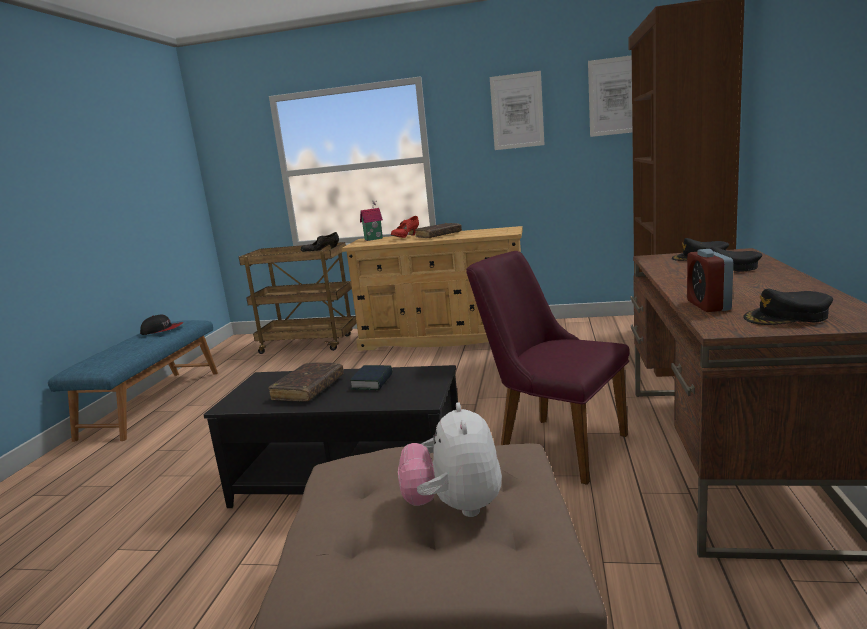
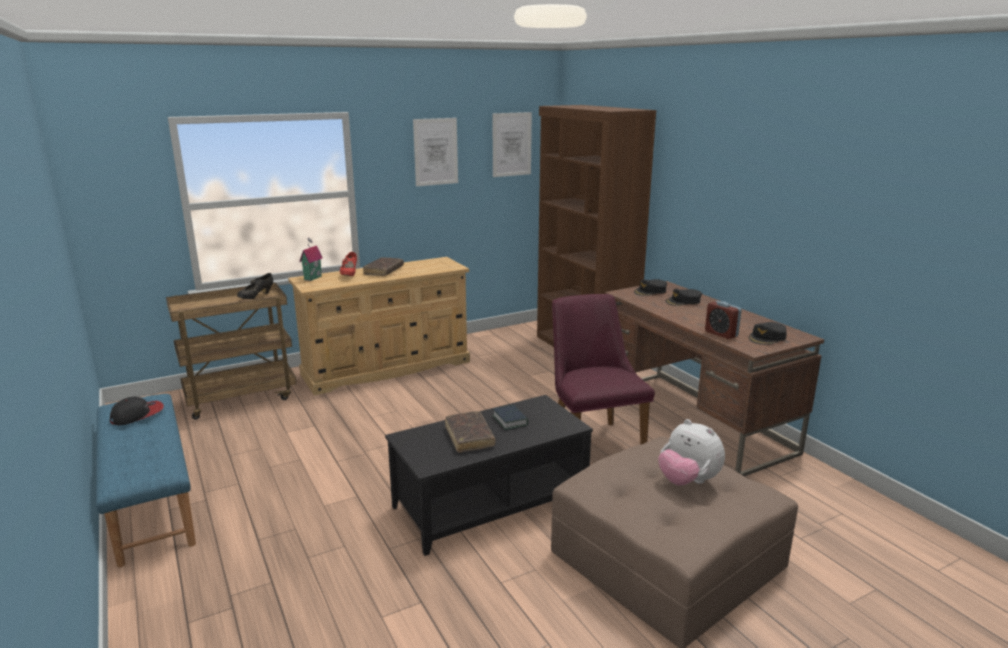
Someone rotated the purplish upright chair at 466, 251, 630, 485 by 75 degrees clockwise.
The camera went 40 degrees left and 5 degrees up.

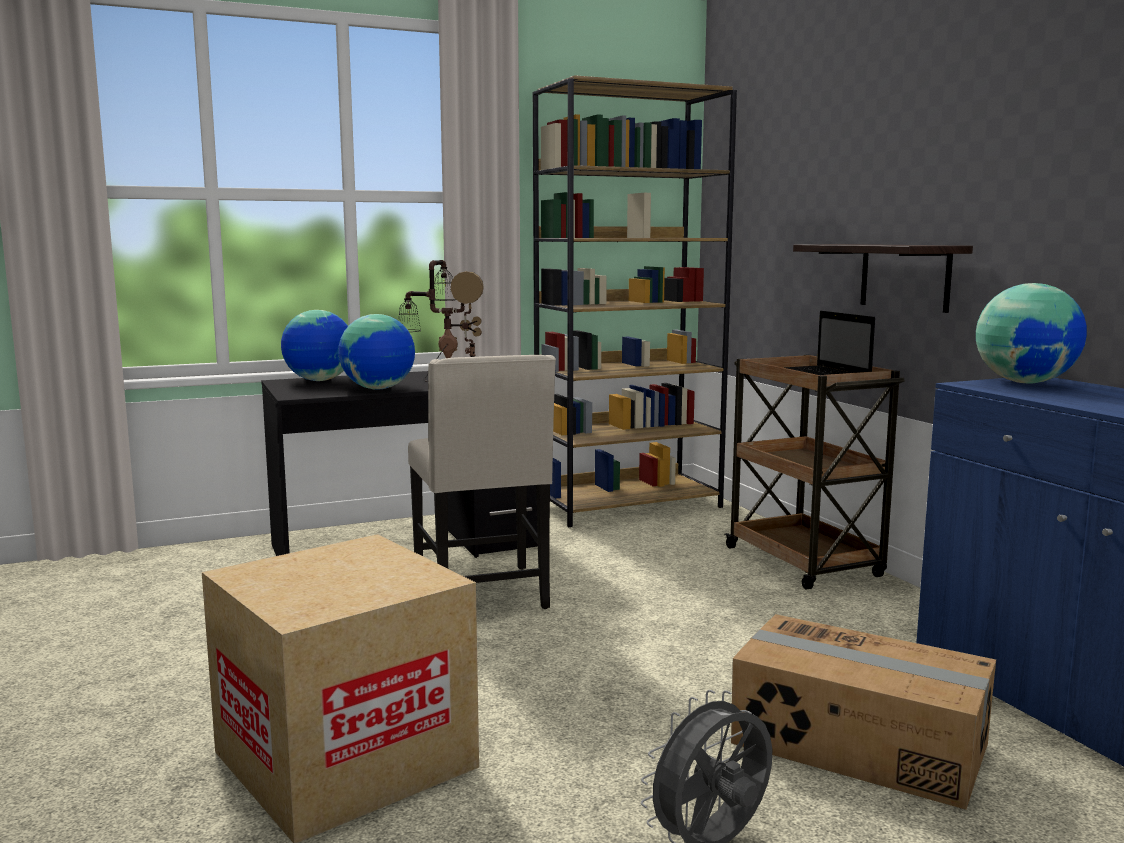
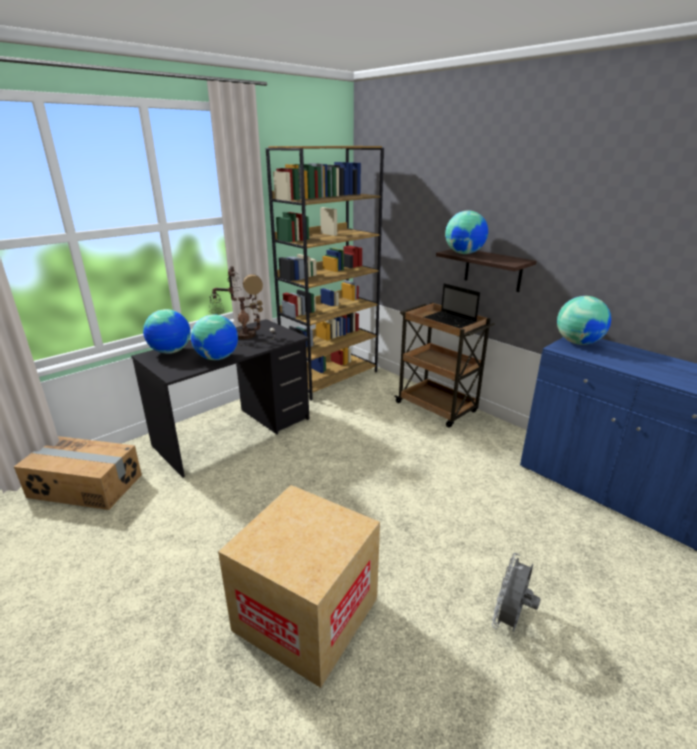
Someone took away the beige-coloured upright chair at 408, 355, 556, 609.
Someone carried the cardboard box from 731, 614, 996, 810 to 14, 436, 142, 510.
Someone put down the desk globe at 445, 211, 488, 254.
The camera went 20 degrees left and 15 degrees up.

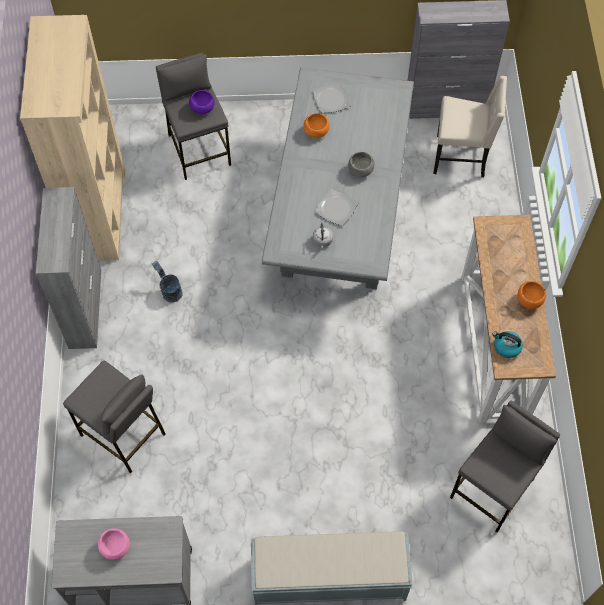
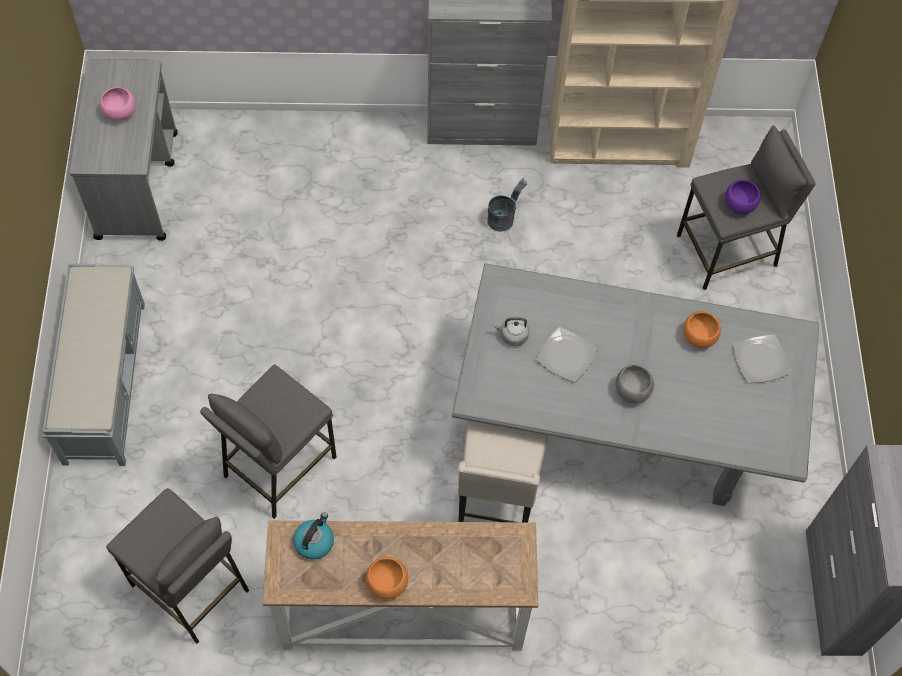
Someone carried the greyish sitting stool from 63, 361, 165, 473 to 200, 365, 336, 519.
Someone carried the beige-coloured upright chair from 433, 76, 507, 177 to 458, 420, 548, 522.
The camera went 90 degrees right and 0 degrees up.

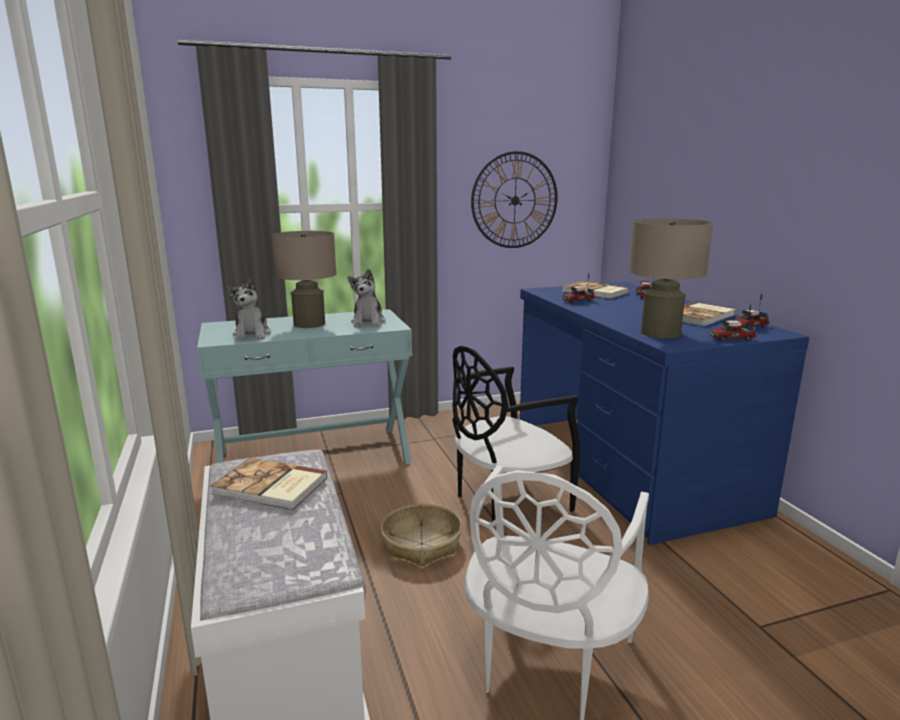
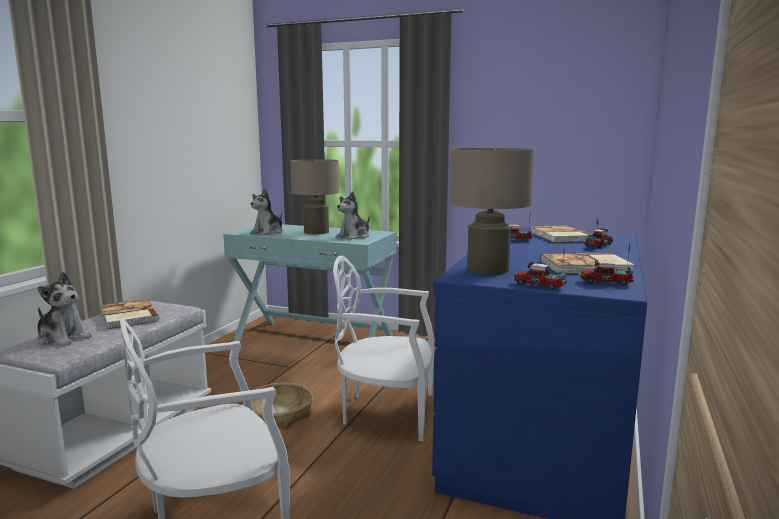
Someone repainted the black-coloured upright chair at 452, 346, 581, 522, which became the white upright chair at 333, 256, 435, 441.
Someone took away the hanging clock at 471, 151, 557, 248.
Someone put down the soft toy at 37, 272, 92, 346.
The camera went 40 degrees right and 5 degrees down.

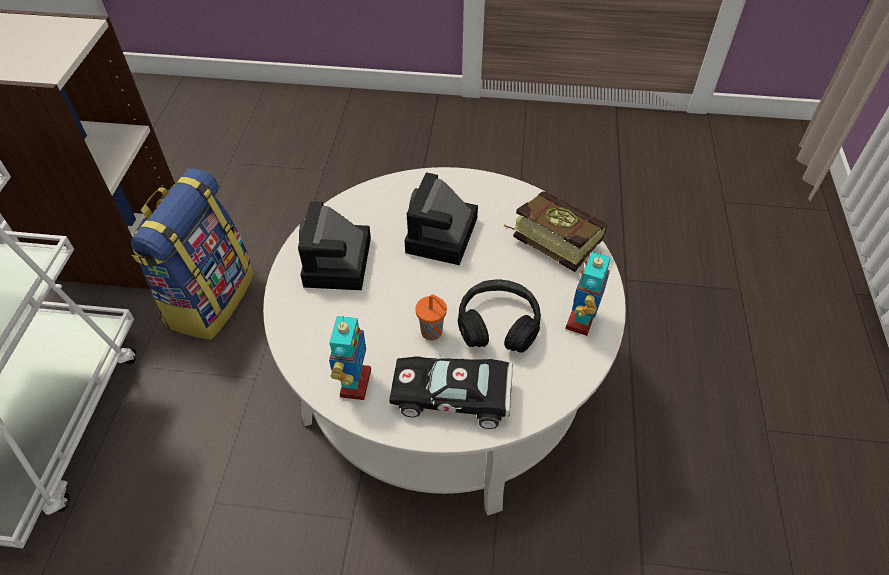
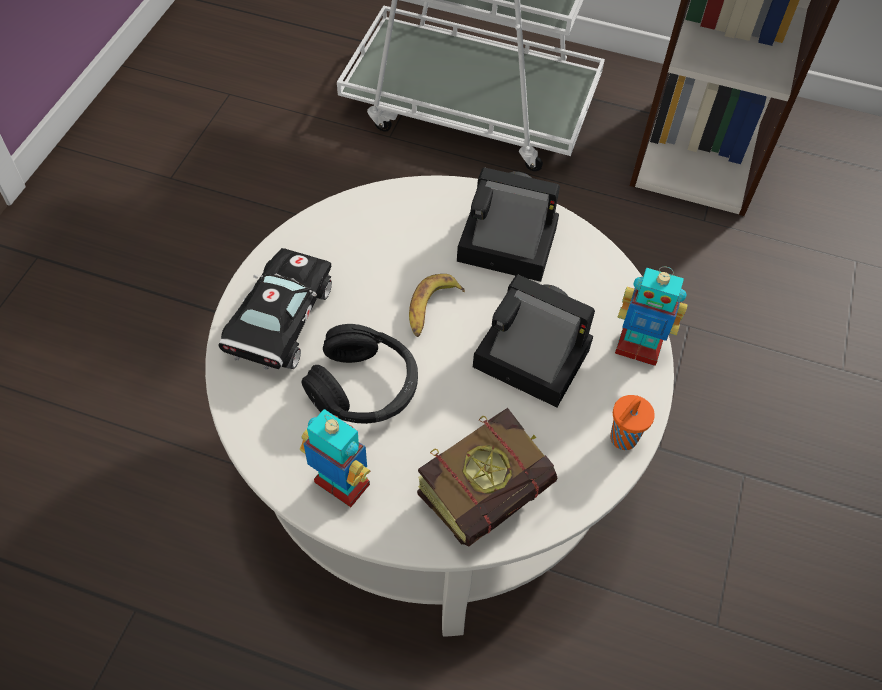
Someone took away the backpack at 131, 168, 254, 340.
Someone carried the model robot from 329, 316, 371, 400 to 615, 267, 688, 366.
Someone carried the orangey small cup from 415, 294, 447, 340 to 610, 395, 655, 450.
Someone put down the banana at 409, 274, 465, 337.
The camera went 100 degrees right and 5 degrees up.

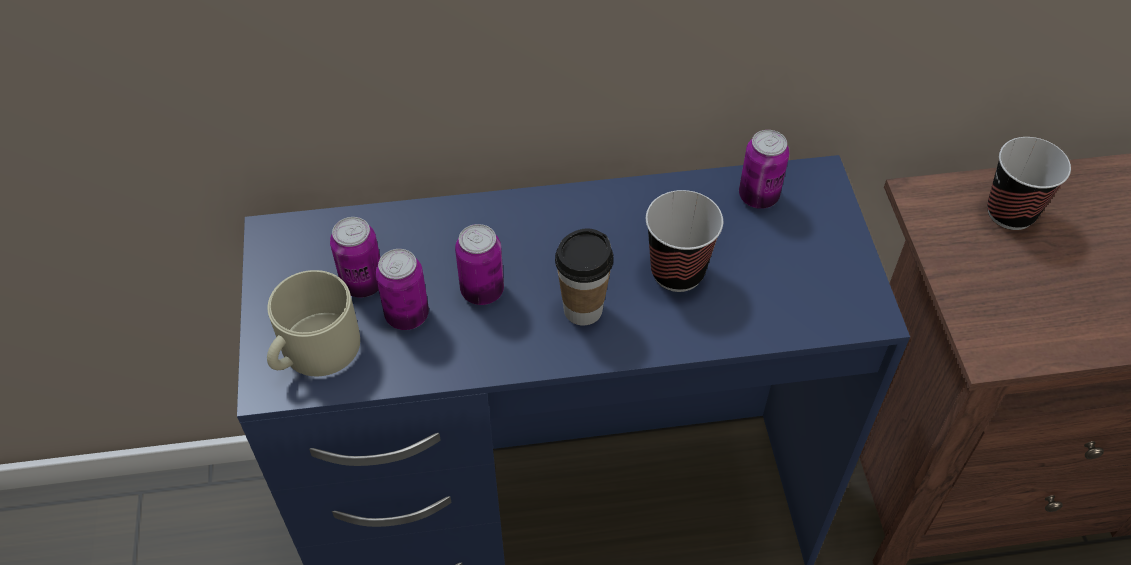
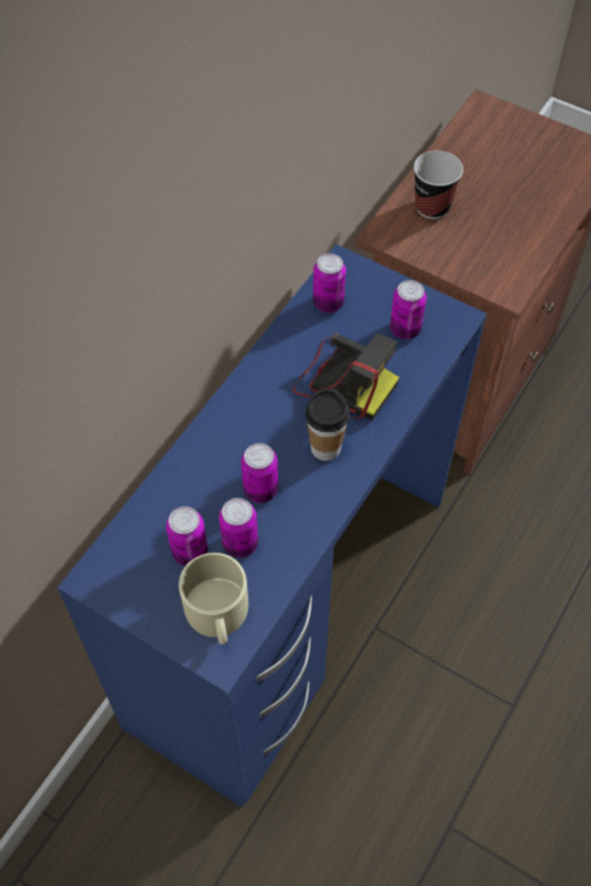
Someone swapped the small cup at 646, 190, 723, 292 for the still camera at 292, 332, 399, 421.
Someone put down the can at 390, 280, 426, 339.
The camera went 50 degrees left and 5 degrees up.

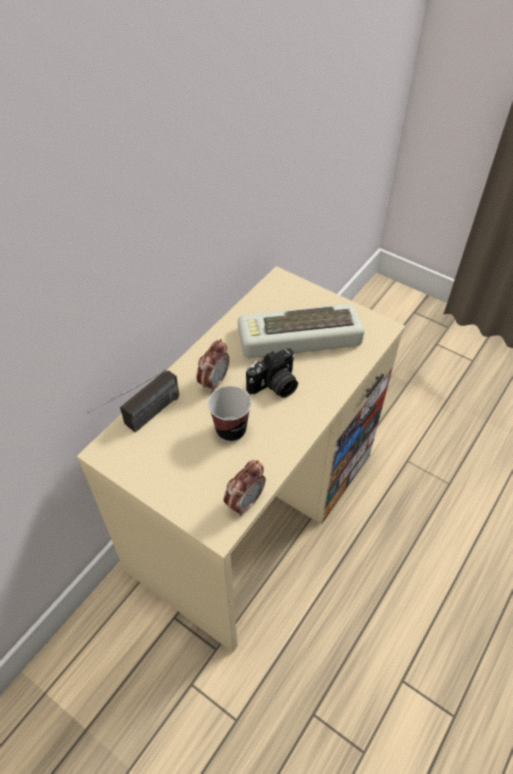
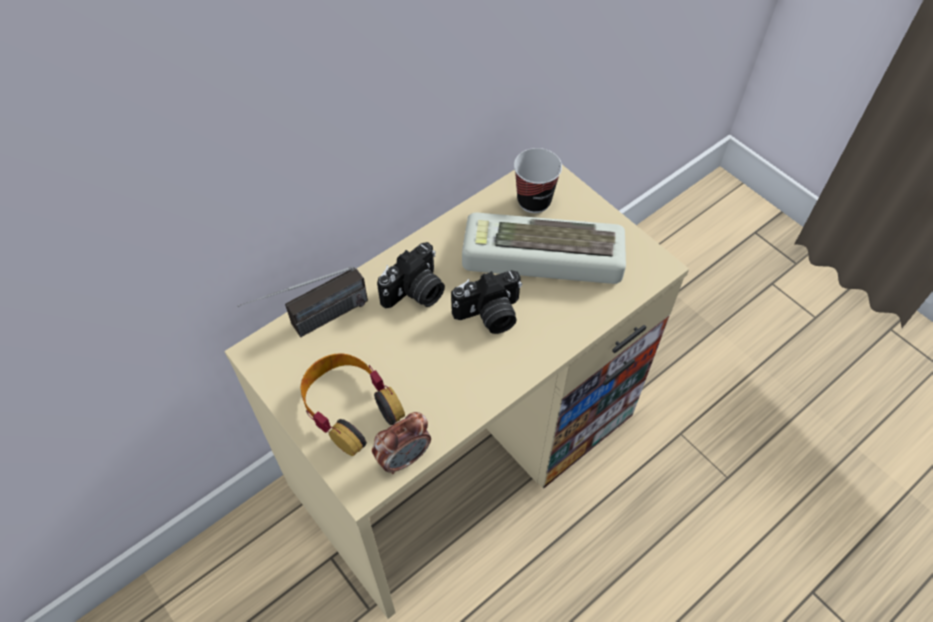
Someone swapped the alarm clock at 196, 339, 229, 393 for the still camera at 377, 242, 445, 309.
Someone carried the small cup from 208, 386, 251, 442 to 514, 148, 562, 213.
Someone put down the pair of headphones at 301, 353, 405, 456.
The camera went 15 degrees right and 5 degrees up.

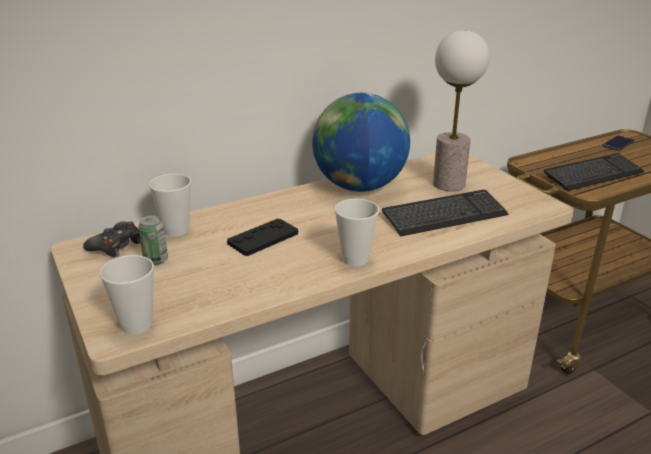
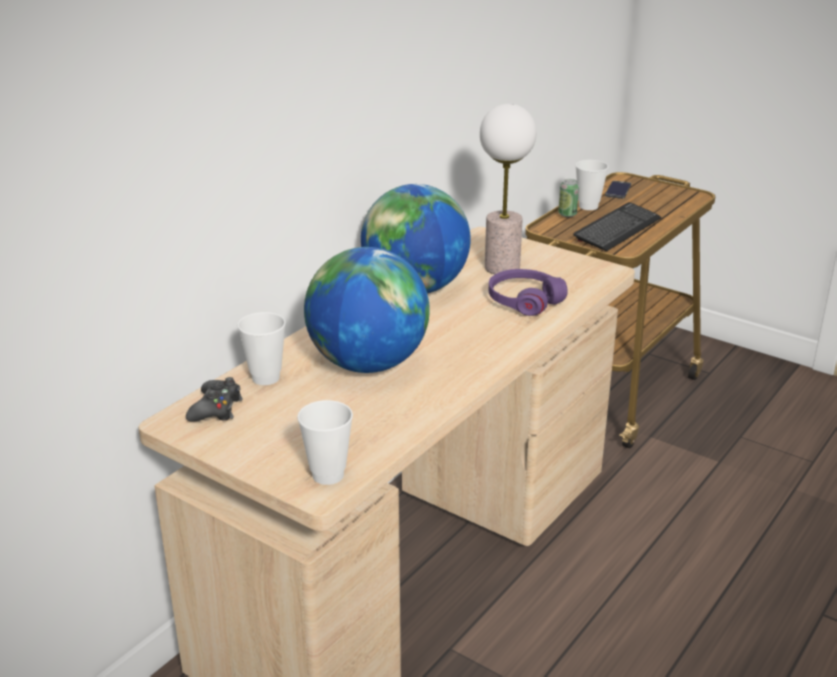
Someone carried the can from 138, 216, 168, 265 to 558, 179, 579, 217.
Someone swapped the black-coloured gamepad at 227, 218, 298, 256 for the desk globe at 304, 247, 430, 373.
Someone carried the small cup from 334, 199, 379, 267 to 575, 160, 609, 210.
Someone swapped the computer keyboard at 382, 190, 508, 236 for the purplish pair of headphones at 489, 269, 568, 316.
The camera went 25 degrees left and 0 degrees up.

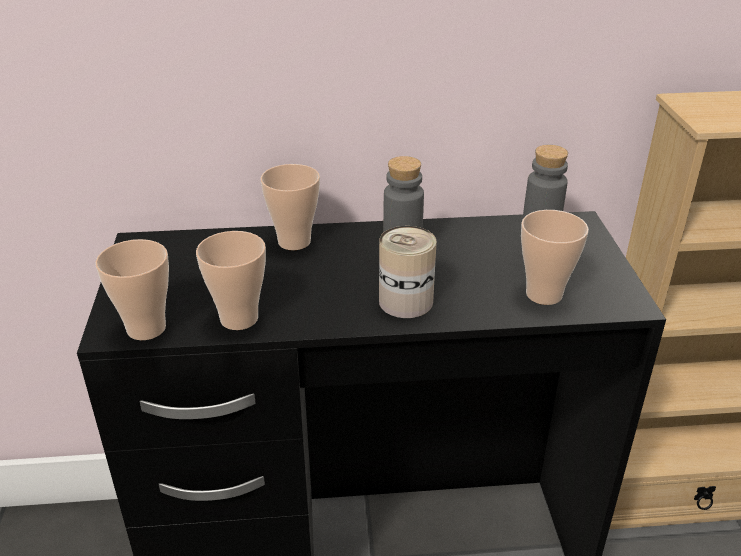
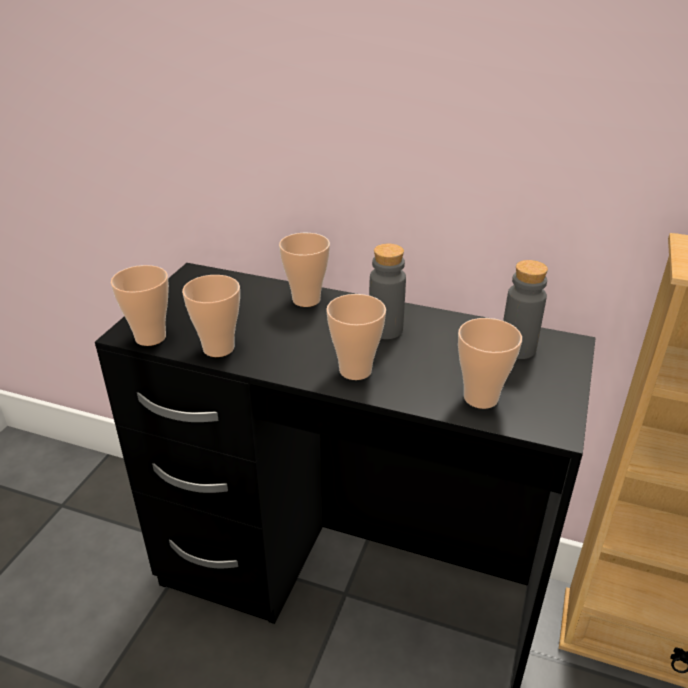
Someone swapped the can at 379, 226, 437, 318 for the small cup at 326, 294, 386, 380.
The camera went 25 degrees right and 0 degrees up.

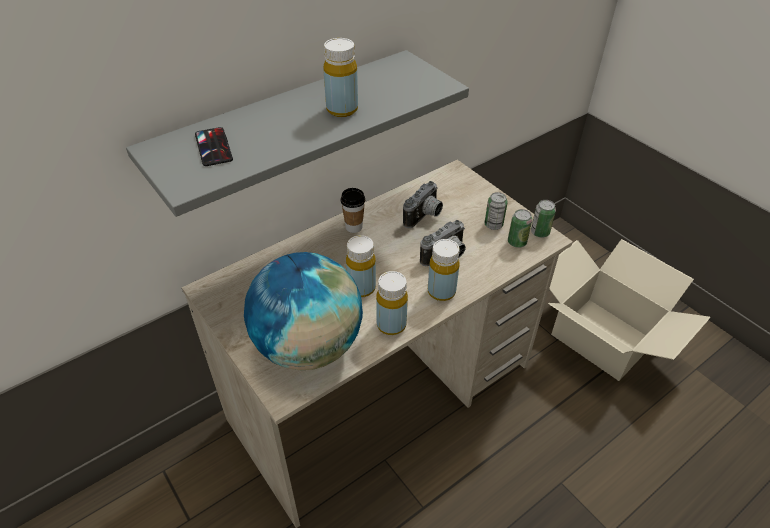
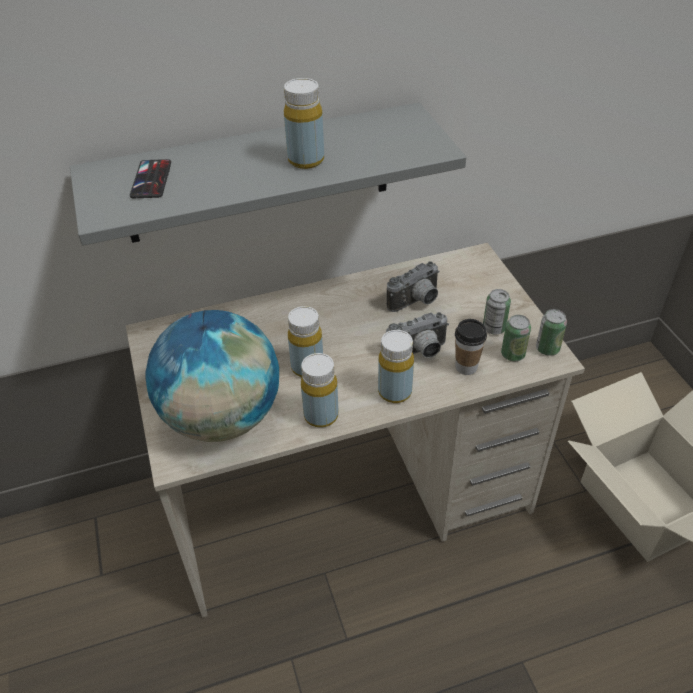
Someone carried the small cup from 341, 188, 365, 233 to 455, 319, 487, 375.
The camera went 20 degrees right and 0 degrees up.

